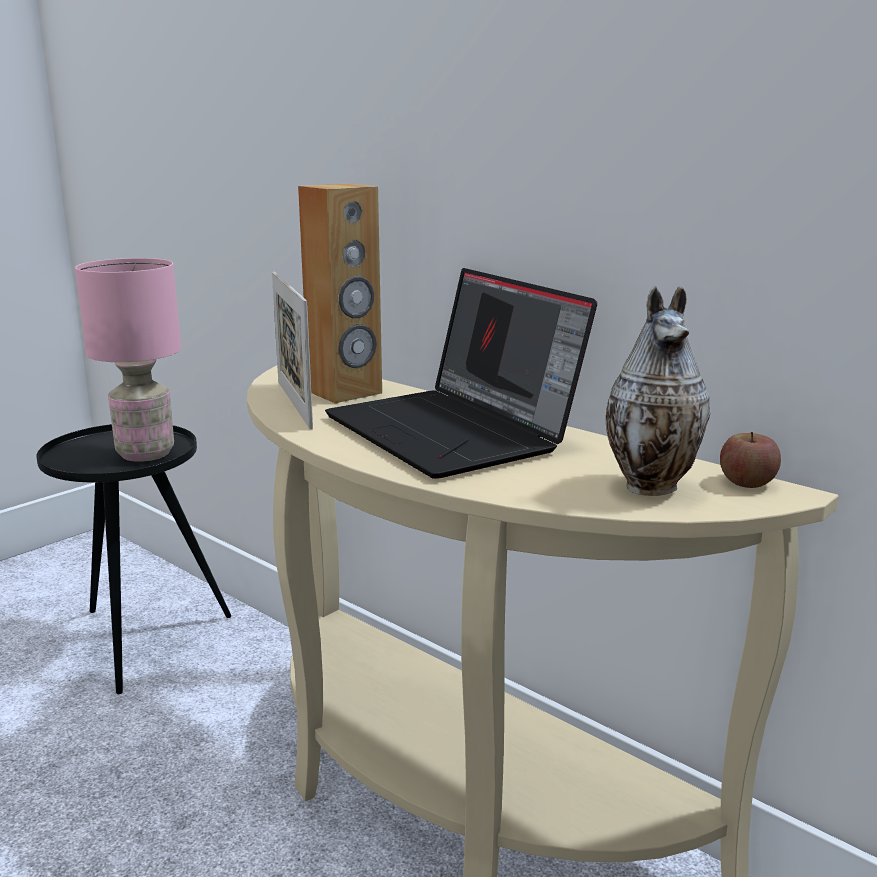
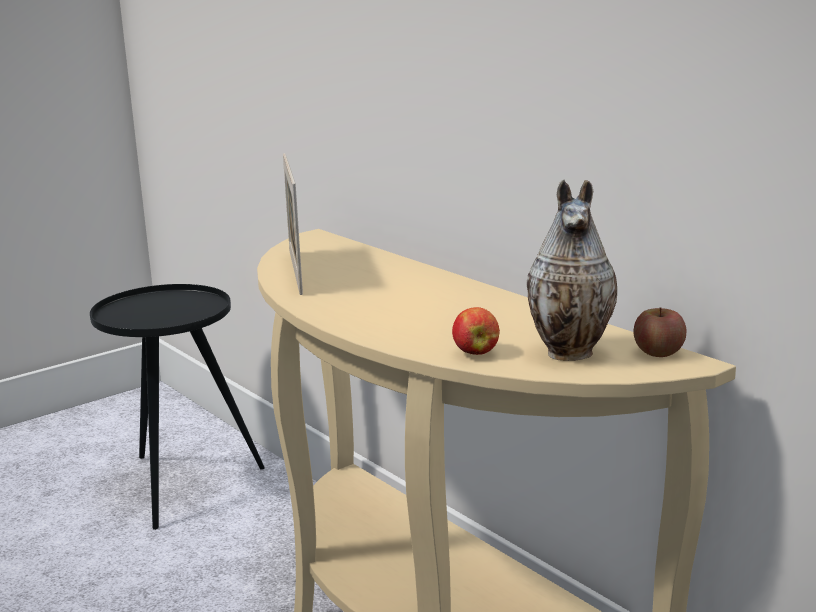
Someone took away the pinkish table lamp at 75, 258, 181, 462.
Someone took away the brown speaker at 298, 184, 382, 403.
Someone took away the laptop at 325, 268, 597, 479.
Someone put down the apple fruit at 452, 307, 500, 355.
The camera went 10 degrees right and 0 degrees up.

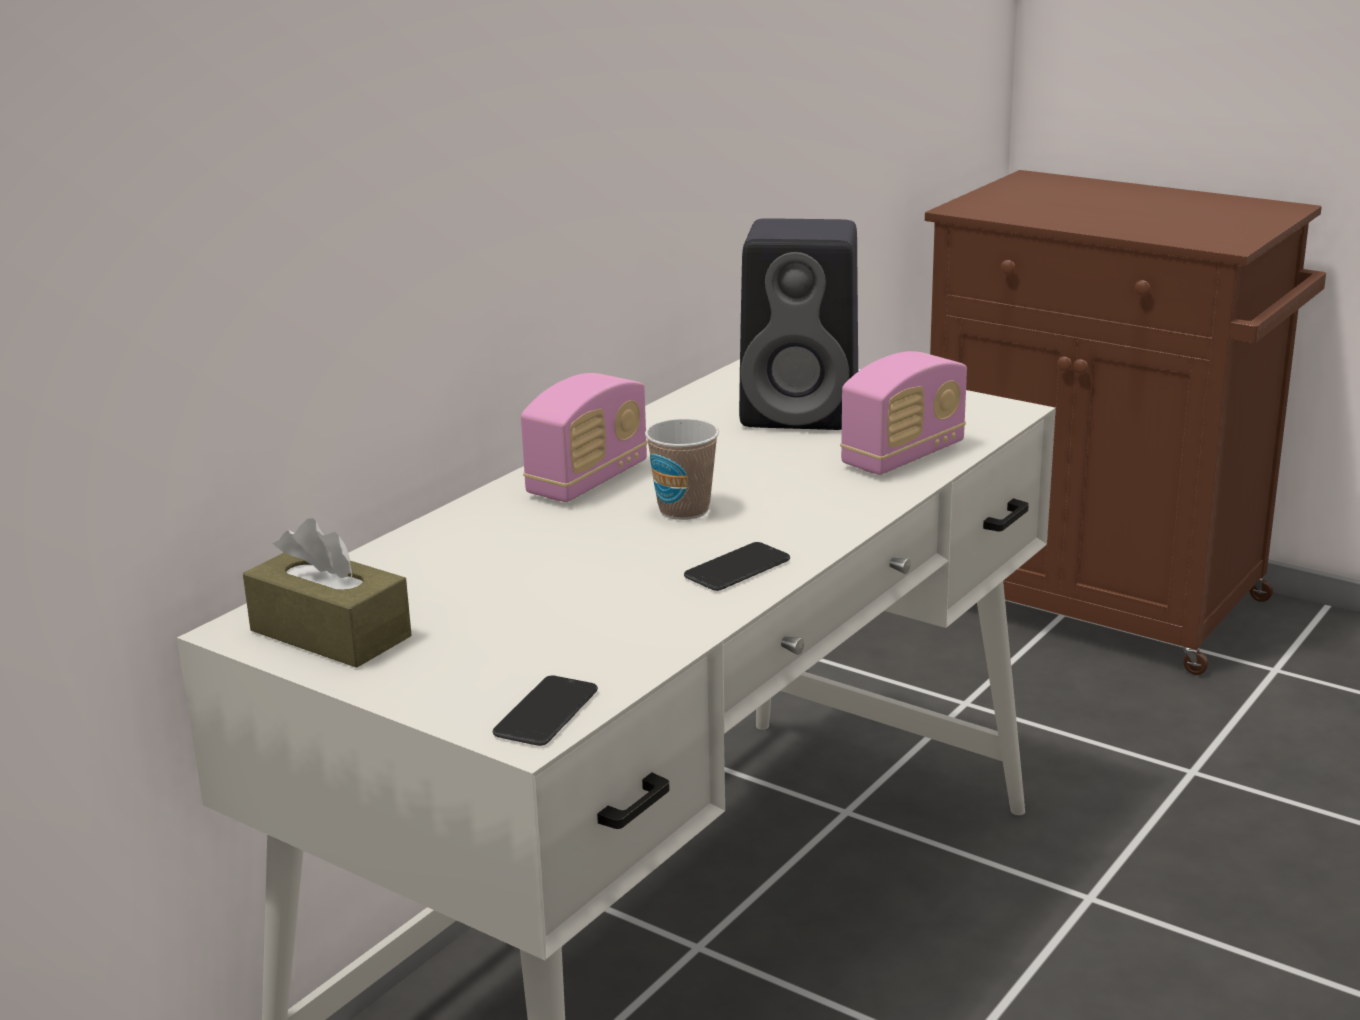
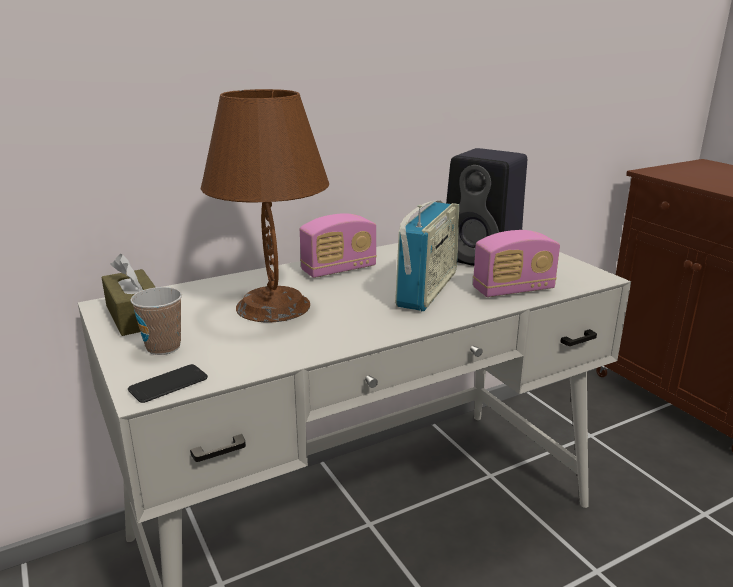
Someone carried the small cup from 645, 418, 719, 520 to 131, 287, 182, 355.
Someone took away the handset at 684, 542, 790, 591.
Someone put down the brown table lamp at 201, 89, 329, 322.
Someone put down the radio at 395, 200, 459, 311.
The camera went 25 degrees right and 0 degrees up.

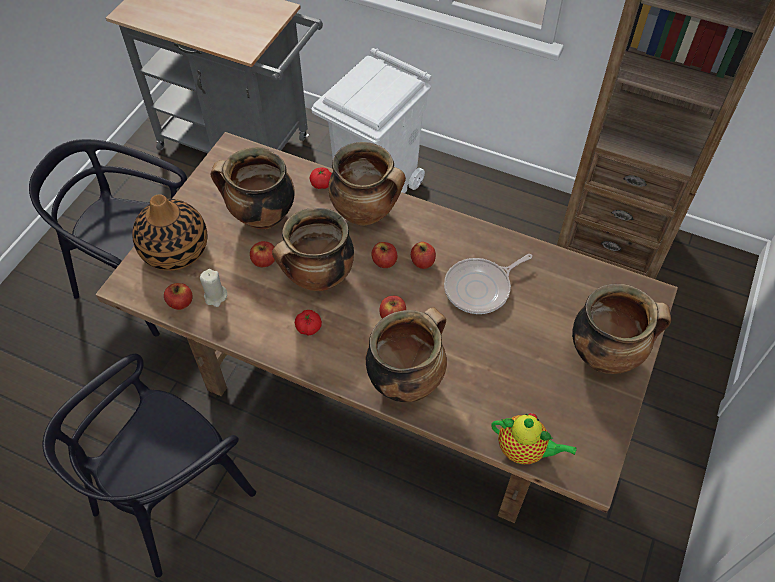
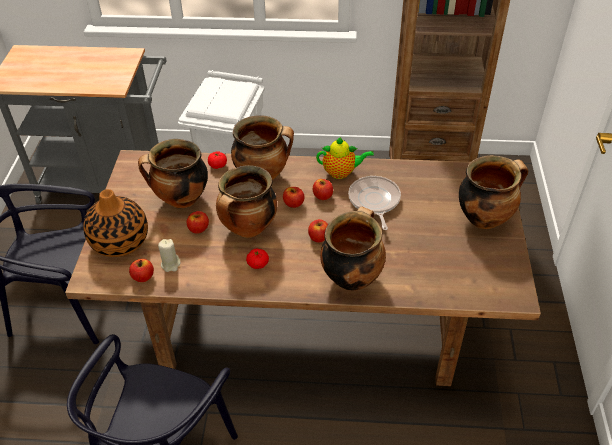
Someone rotated the skillet at 444, 254, 533, 314 by 135 degrees clockwise.
Someone carried the pot for tea from 491, 413, 577, 464 to 316, 137, 374, 179.
The camera went 20 degrees left and 10 degrees down.

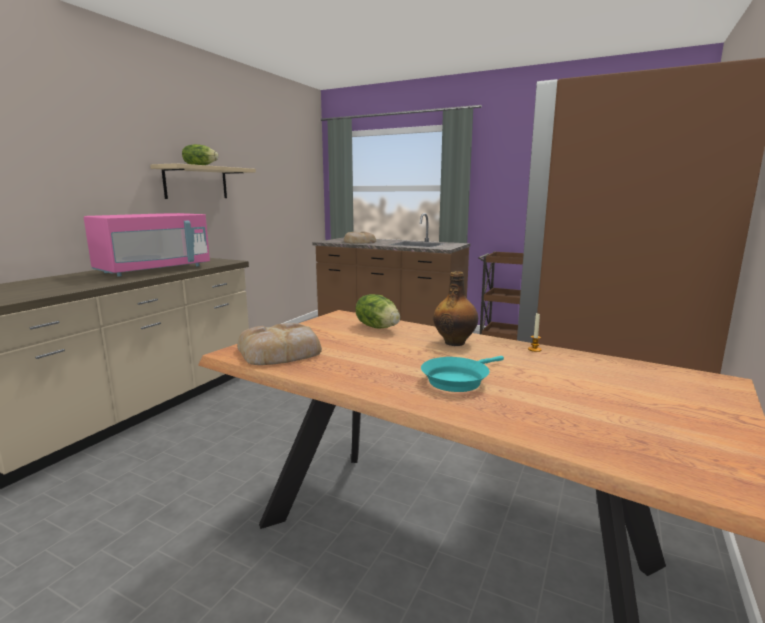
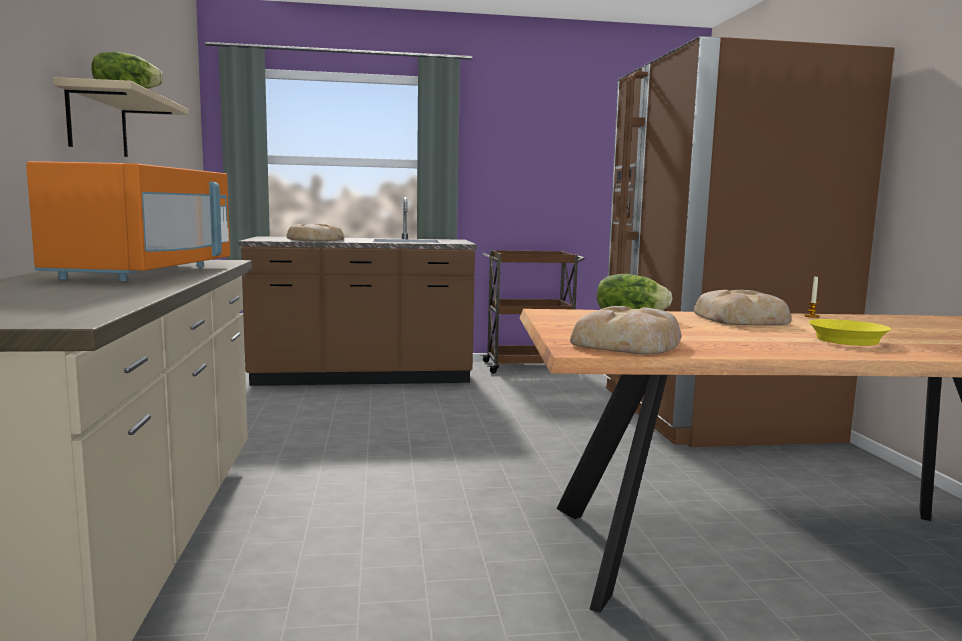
Someone repainted the pinkish microwave oven at 84, 213, 210, 277, which became the orangey microwave oven at 26, 161, 230, 281.
Someone repainted the turquoise-coloured skillet at 421, 356, 504, 392, which became the yellowish skillet at 809, 319, 891, 346.
Someone swapped the drink bottle at 433, 271, 478, 346 for the baked bread at 694, 290, 792, 325.
The camera went 35 degrees left and 5 degrees down.

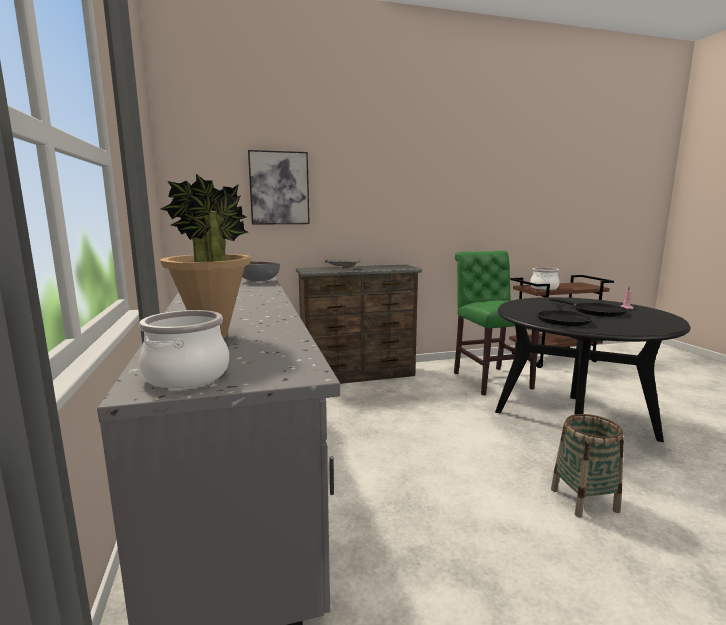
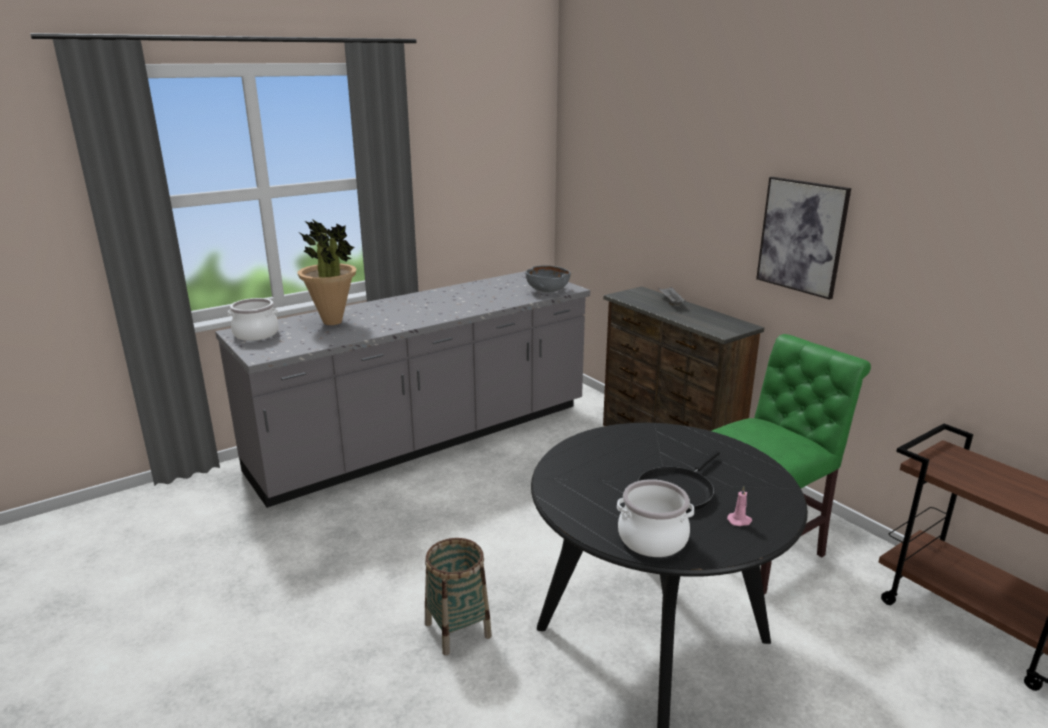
Someone carried the wall picture from 248, 150, 310, 225 to 756, 177, 851, 300.
Someone carried the stockpot from 530, 267, 559, 290 to 617, 479, 694, 557.
Someone took away the black-coloured skillet at 537, 304, 593, 326.
The camera went 70 degrees right and 10 degrees up.

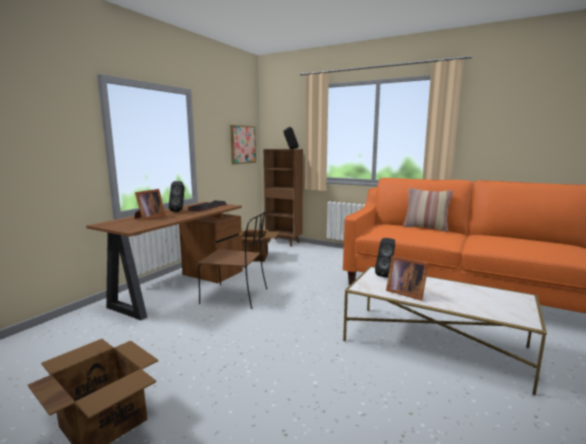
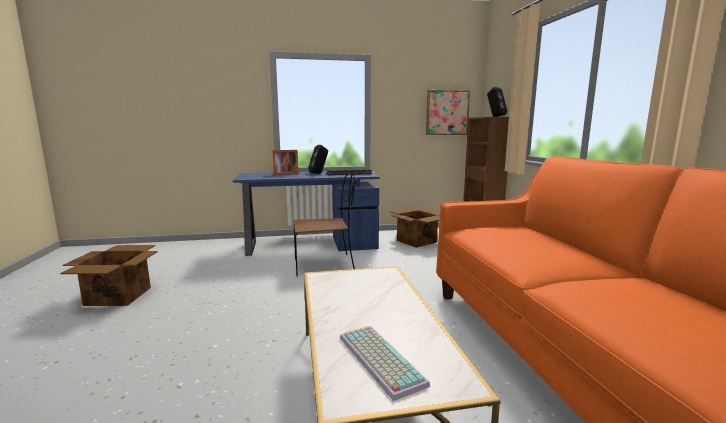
Someone repainted the brown desk table at 86, 202, 243, 320, which became the blue-coloured desk table at 233, 171, 380, 256.
Someone rotated the brown upright chair at 198, 210, 267, 309 by 75 degrees counterclockwise.
Someone took away the black-coloured speaker at 375, 238, 395, 278.
Someone took away the picture frame at 386, 256, 429, 300.
Someone took away the throw pillow at 403, 188, 453, 232.
Someone put down the computer keyboard at 340, 326, 430, 401.
The camera went 50 degrees right and 0 degrees up.

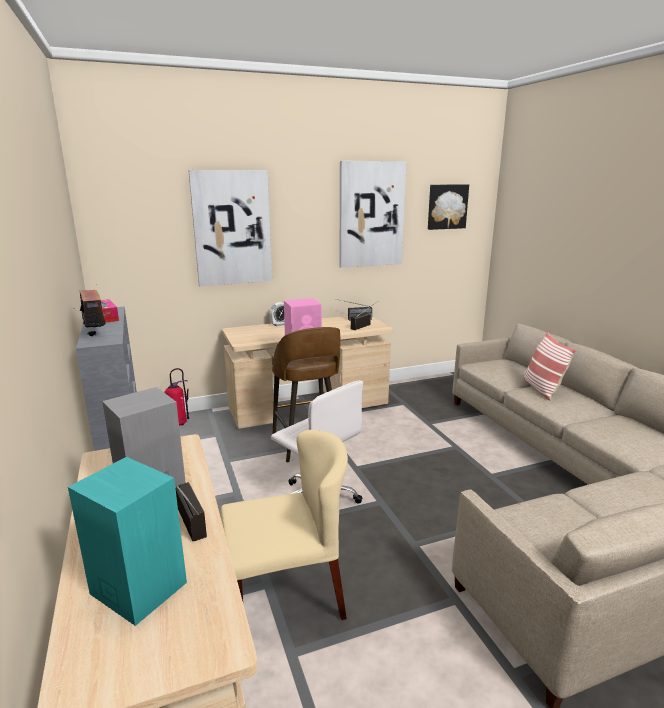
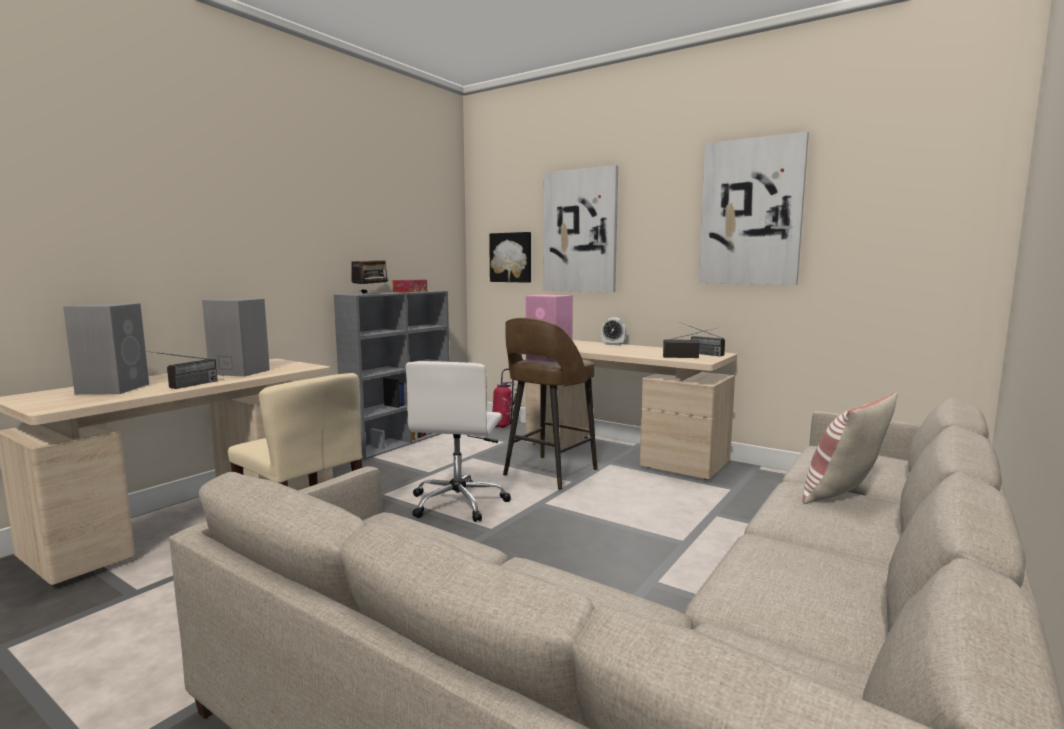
Someone repainted the turquoise-coloured speaker at 68, 457, 187, 626, which became the greyish speaker at 63, 303, 149, 395.
Someone carried the wall picture from 428, 184, 469, 230 to 489, 232, 531, 283.
The camera went 55 degrees right and 10 degrees down.

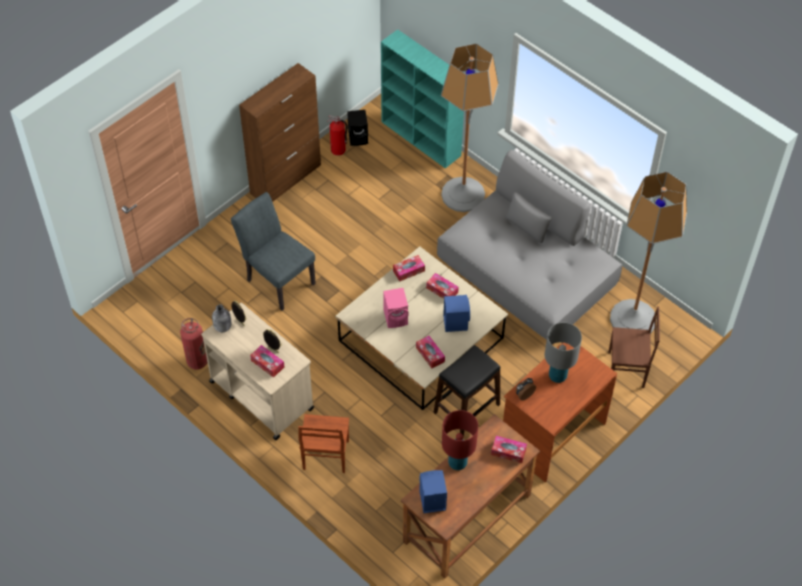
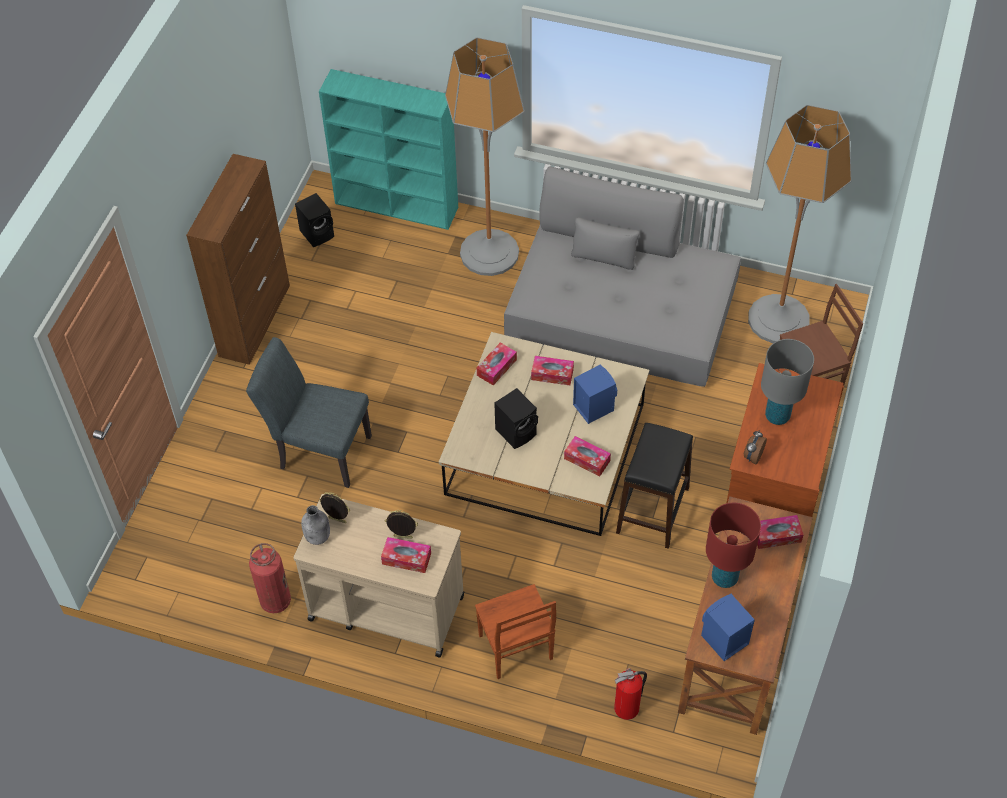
Someone carried the fire-fighting cylinder from 328, 115, 348, 156 to 614, 668, 647, 720.
Someone repainted the pinkish speaker at 383, 288, 408, 328, which became the black-coloured speaker at 494, 388, 538, 449.
The camera went 25 degrees left and 0 degrees up.

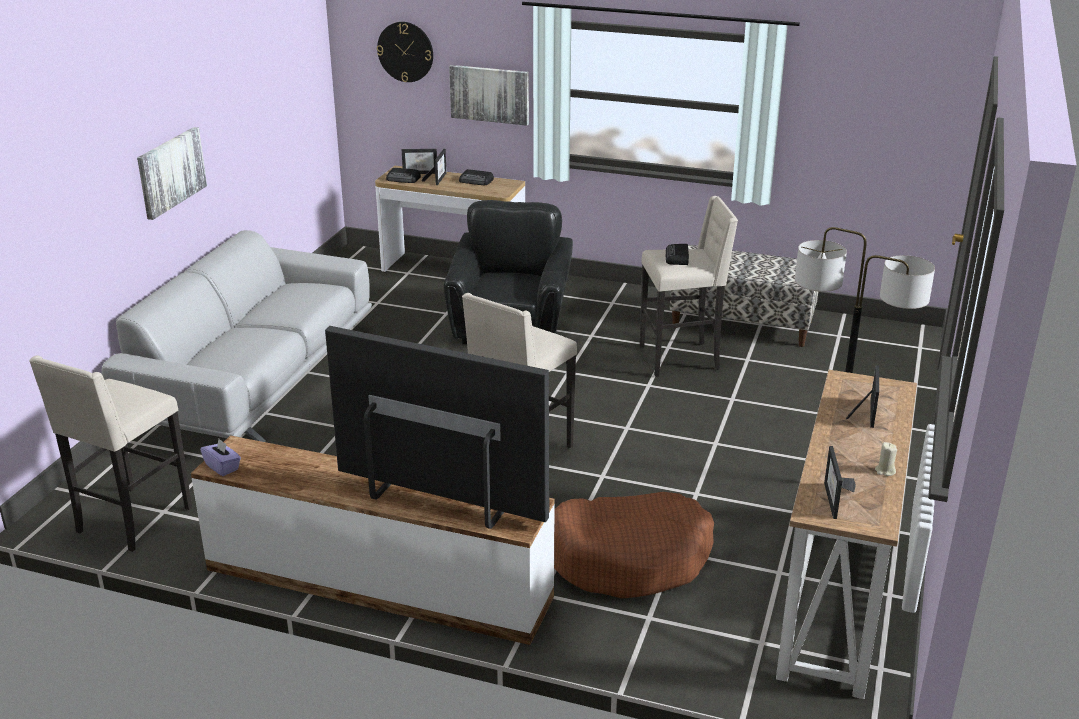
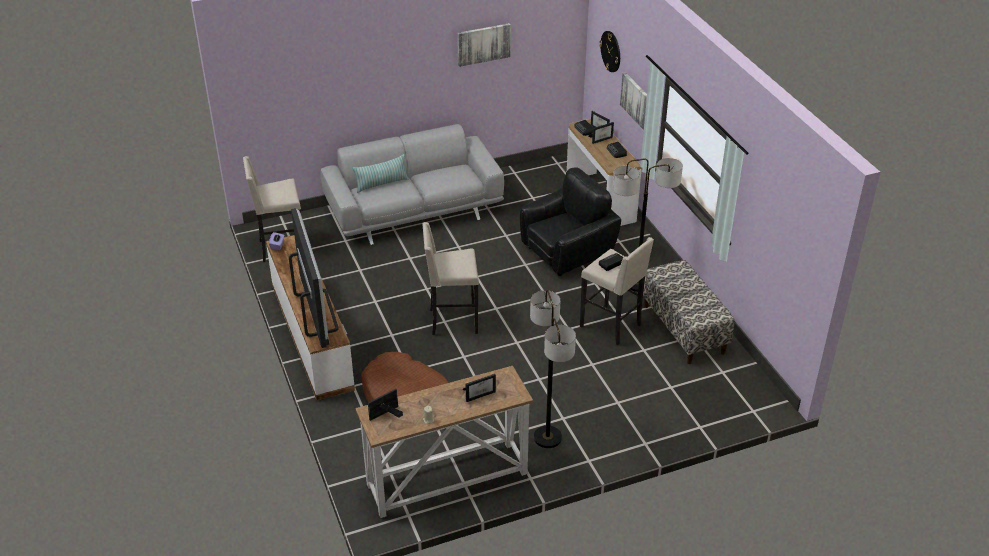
Someone carried the wall picture from 137, 127, 207, 220 to 457, 23, 511, 67.
Someone put down the throw pillow at 352, 154, 409, 193.
Someone put down the floor lamp at 612, 158, 683, 292.
The camera went 50 degrees right and 10 degrees up.

